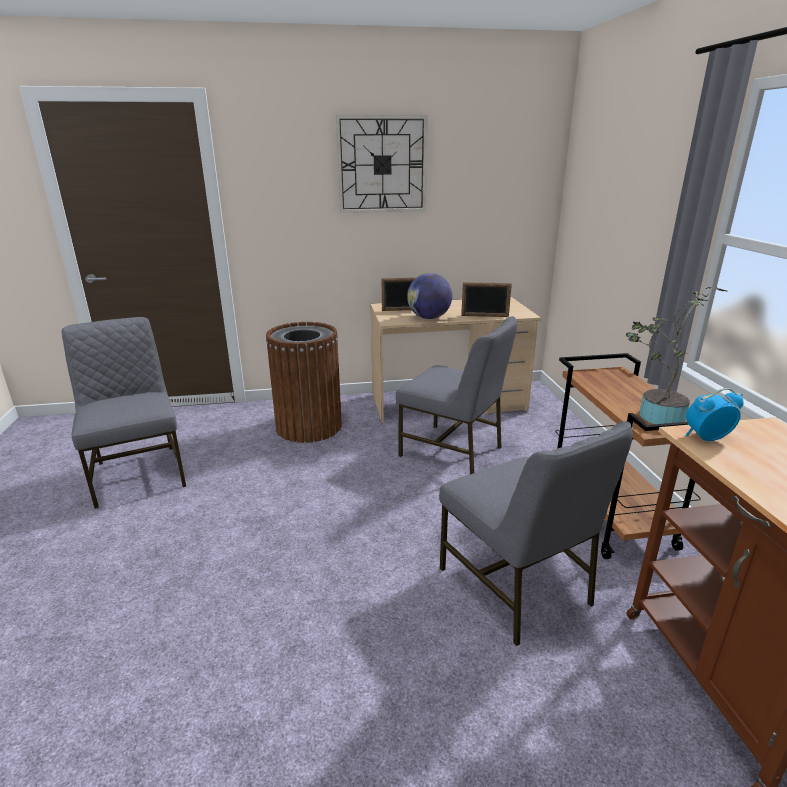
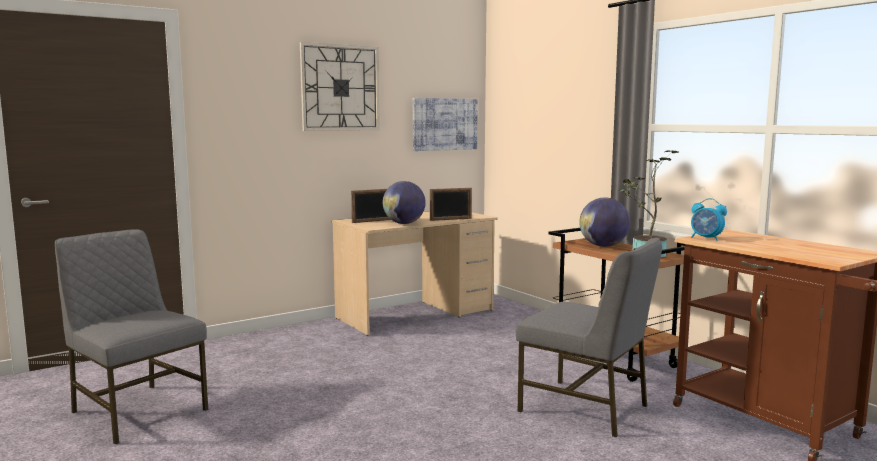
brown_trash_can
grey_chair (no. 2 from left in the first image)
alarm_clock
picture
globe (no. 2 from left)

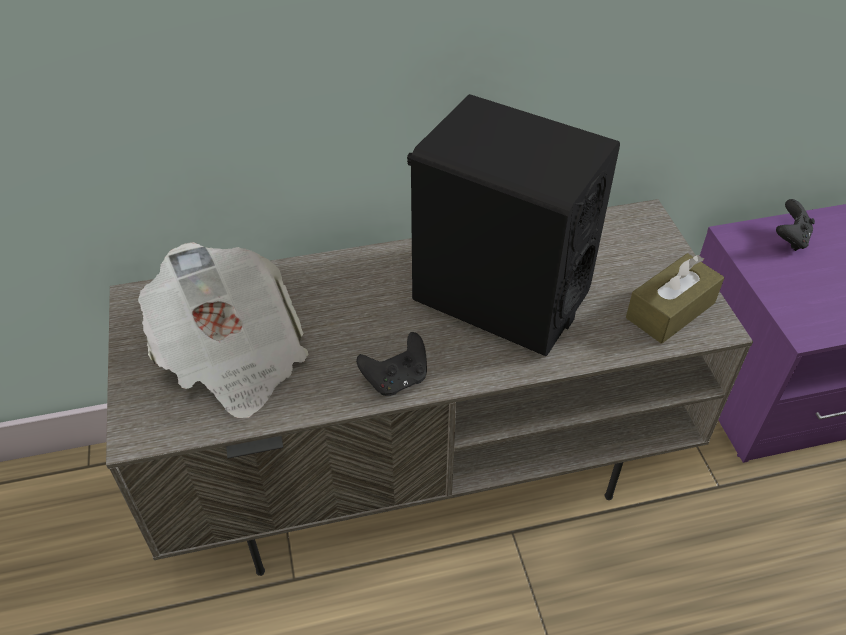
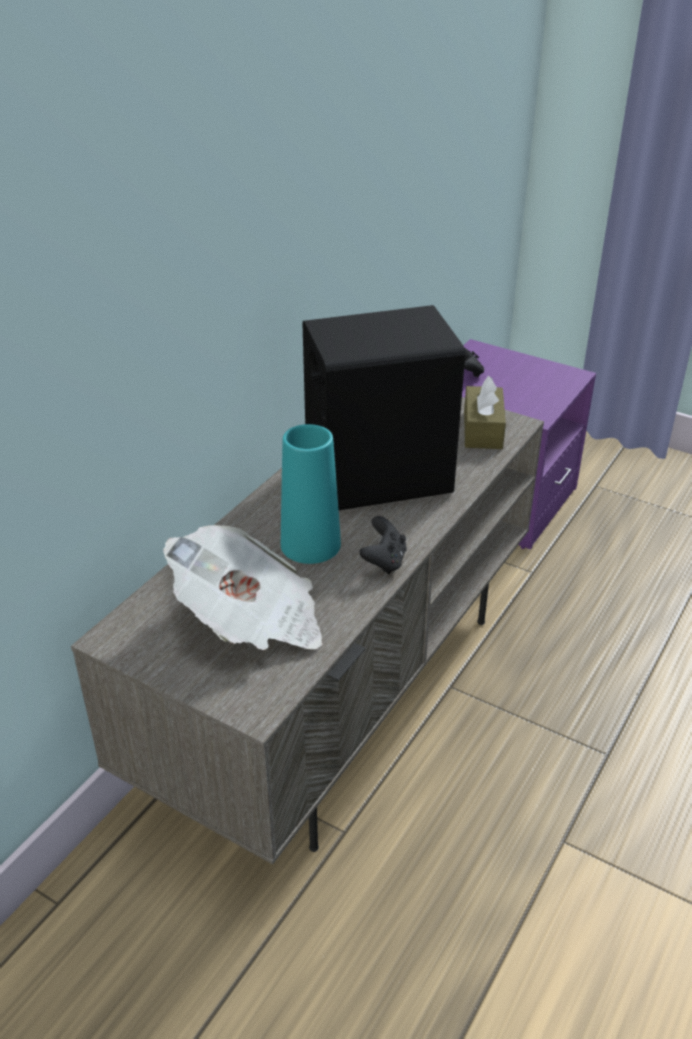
turquoise_vase

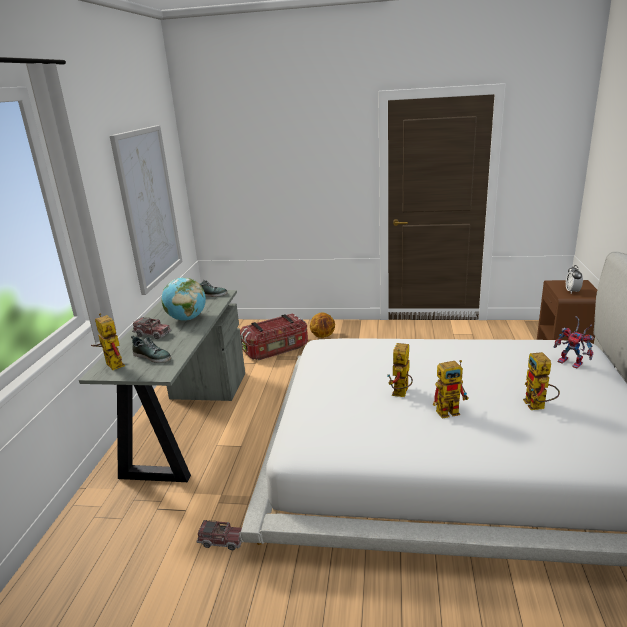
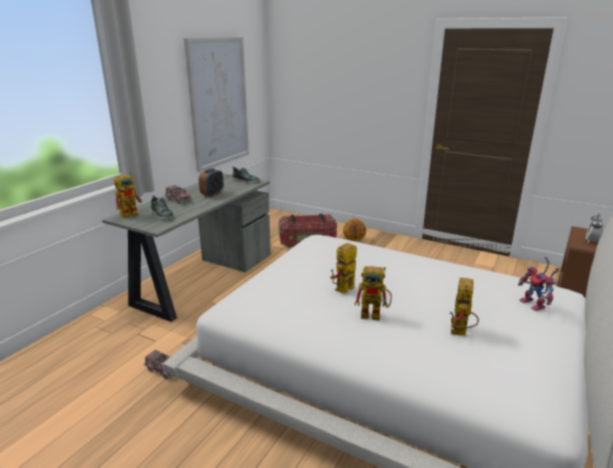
toy_robot (no. 1 from left)
alarm_clock (no. 1 from left)

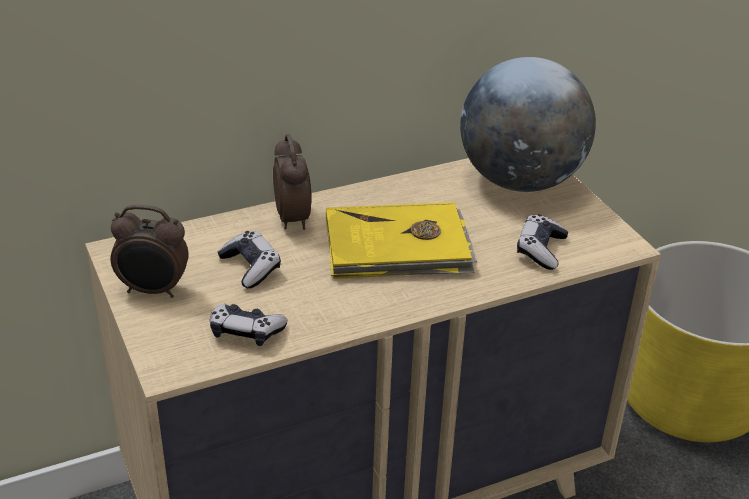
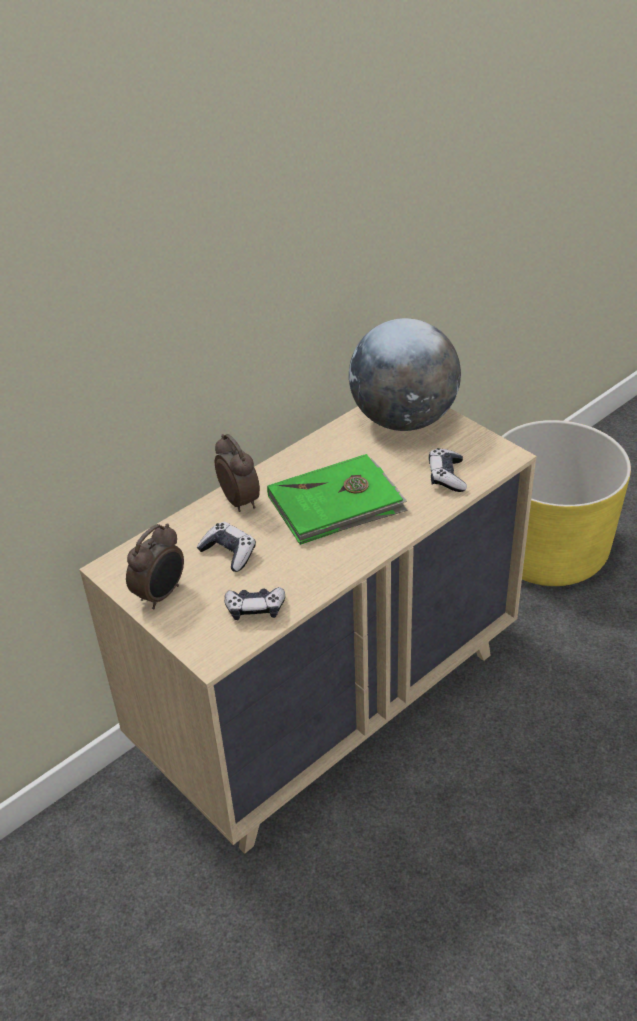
alarm_clock (no. 1 from left)
green_book

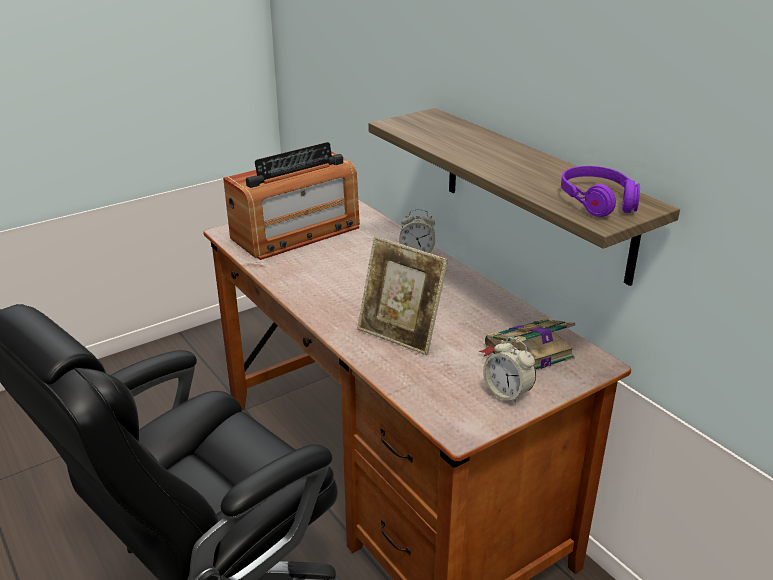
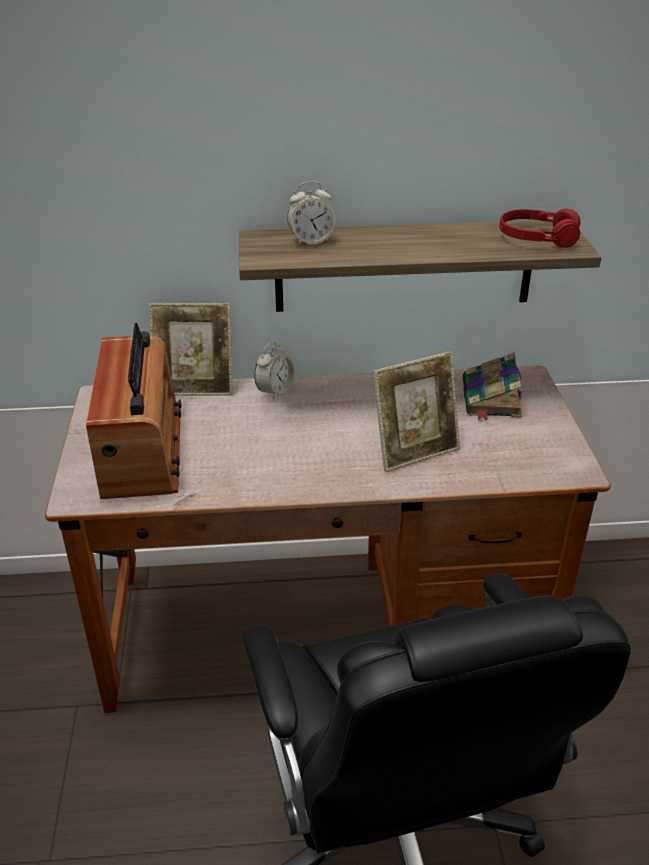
alarm_clock (no. 2 from left)
red_headphones
picture_frame (no. 1 from left)

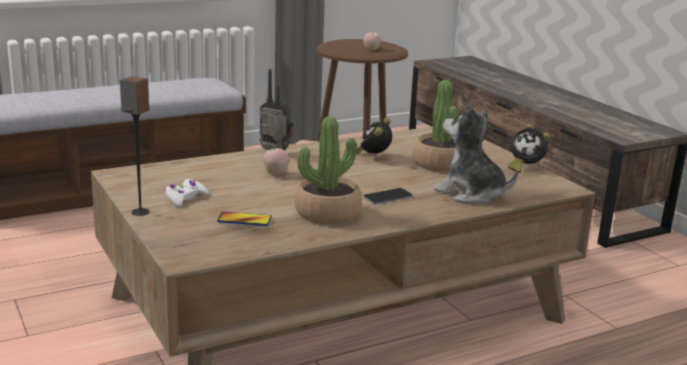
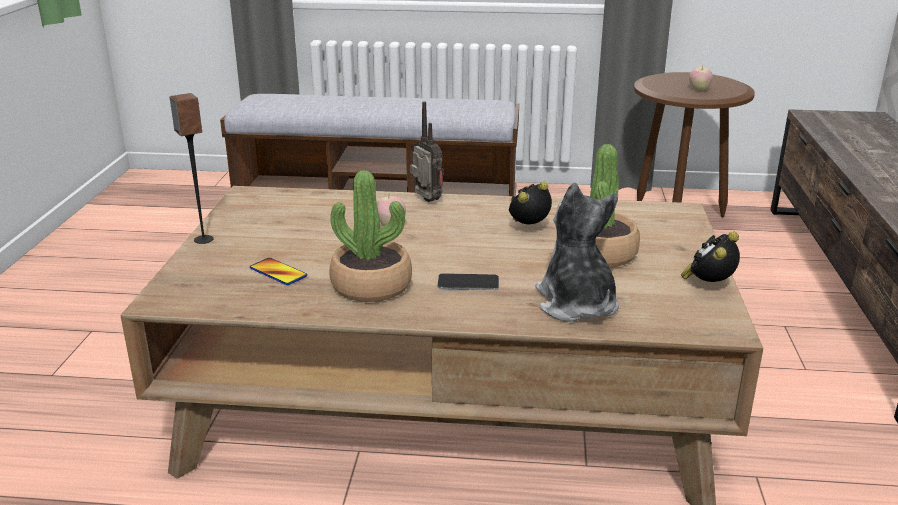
white_game_controller
alarm_clock (no. 2 from left)

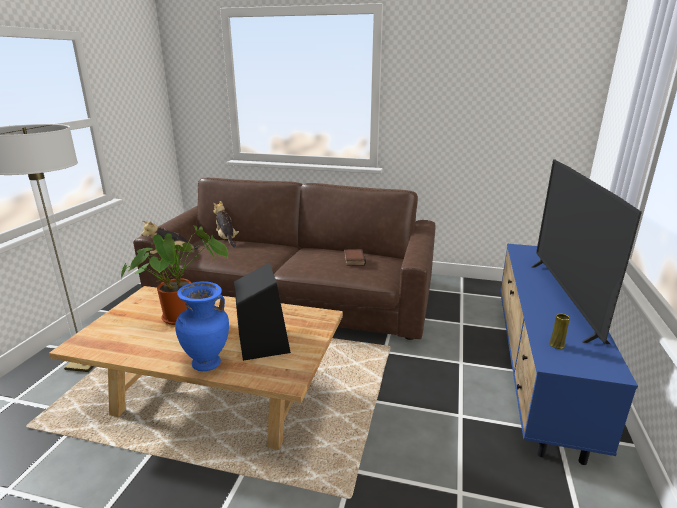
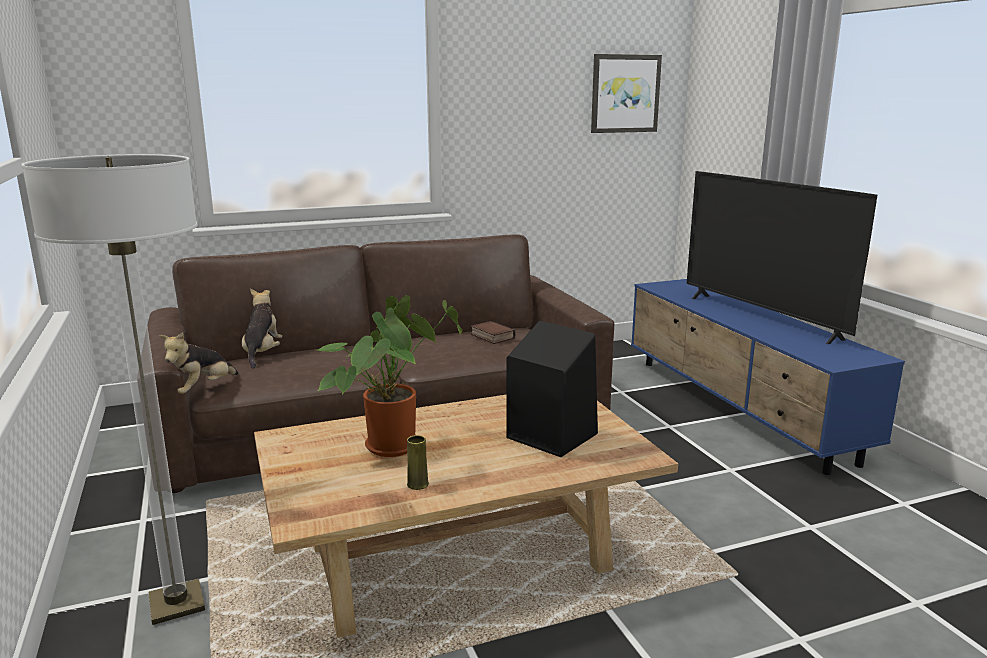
blue_vase
plush_toy (no. 2 from left)
yellow_vase
picture

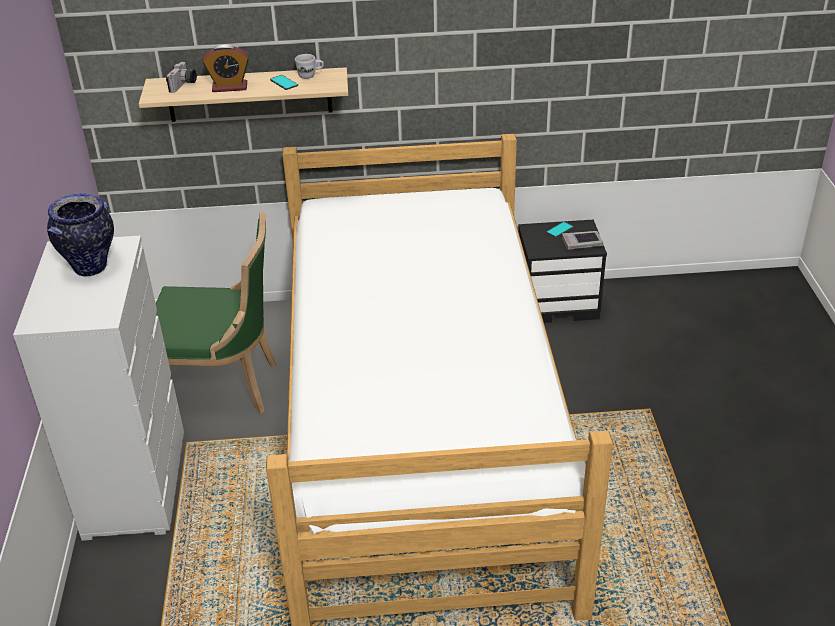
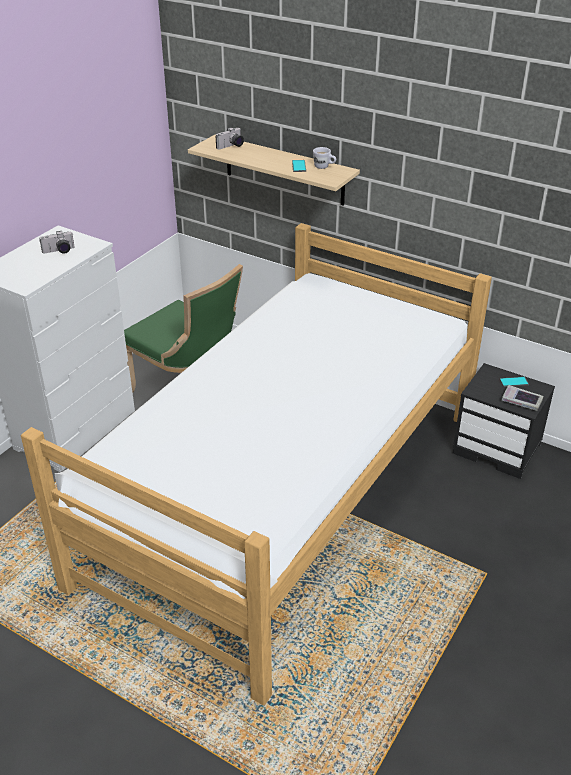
photo_camera (no. 1 from left)
alarm_clock

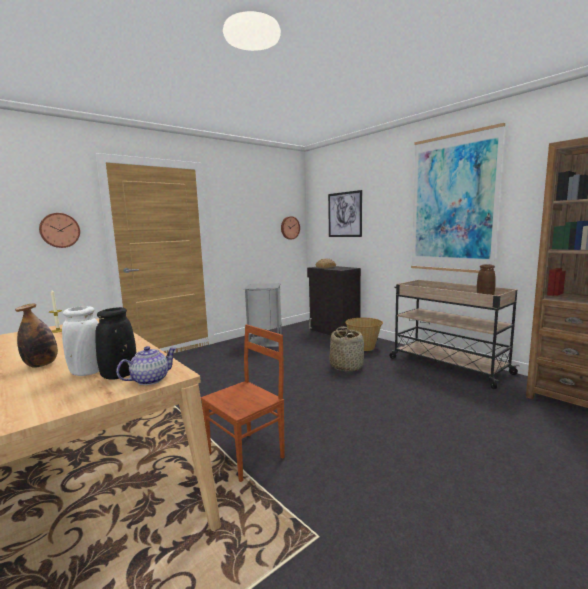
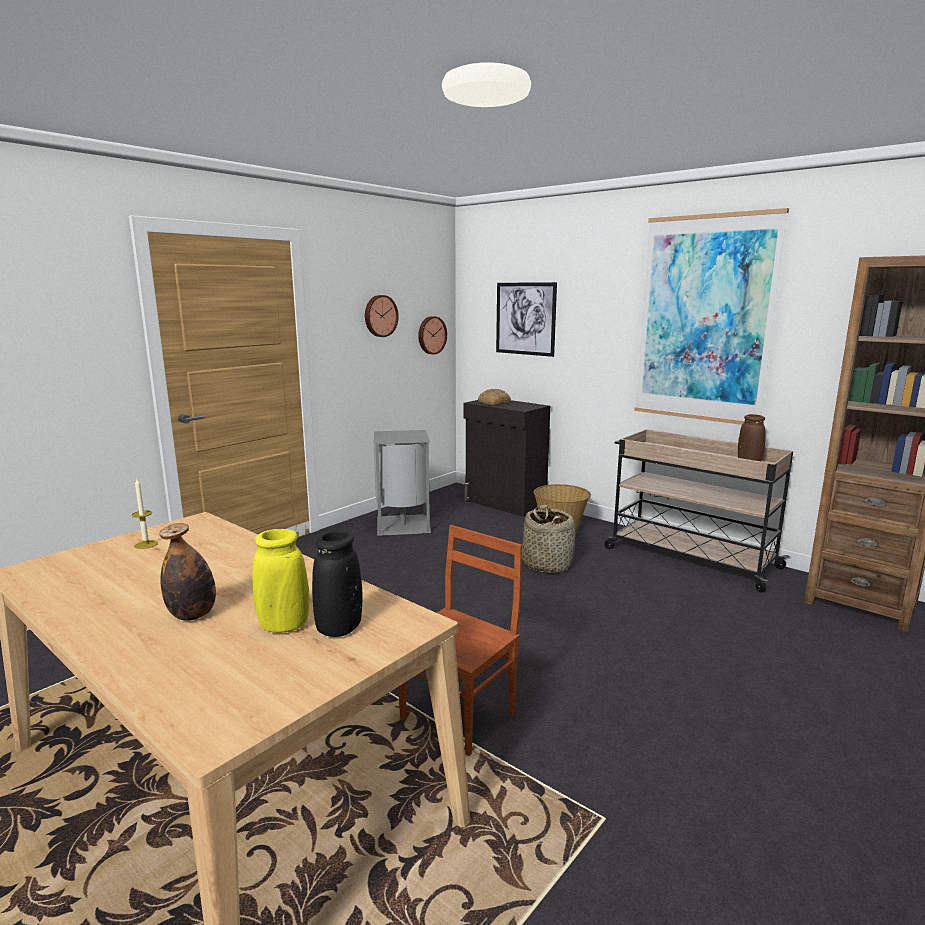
wall_clock (no. 1 from left)
yellow_vase
teapot

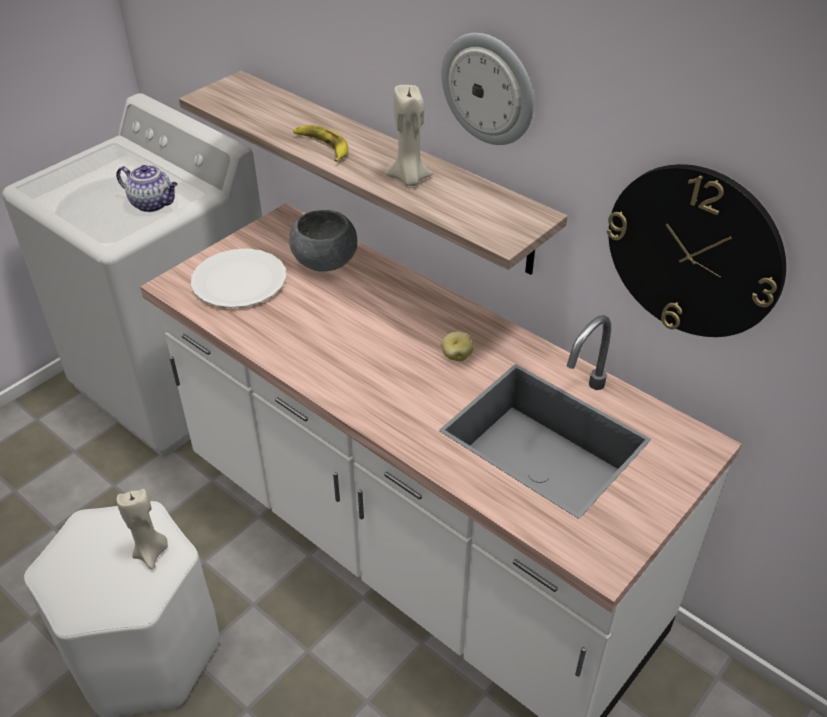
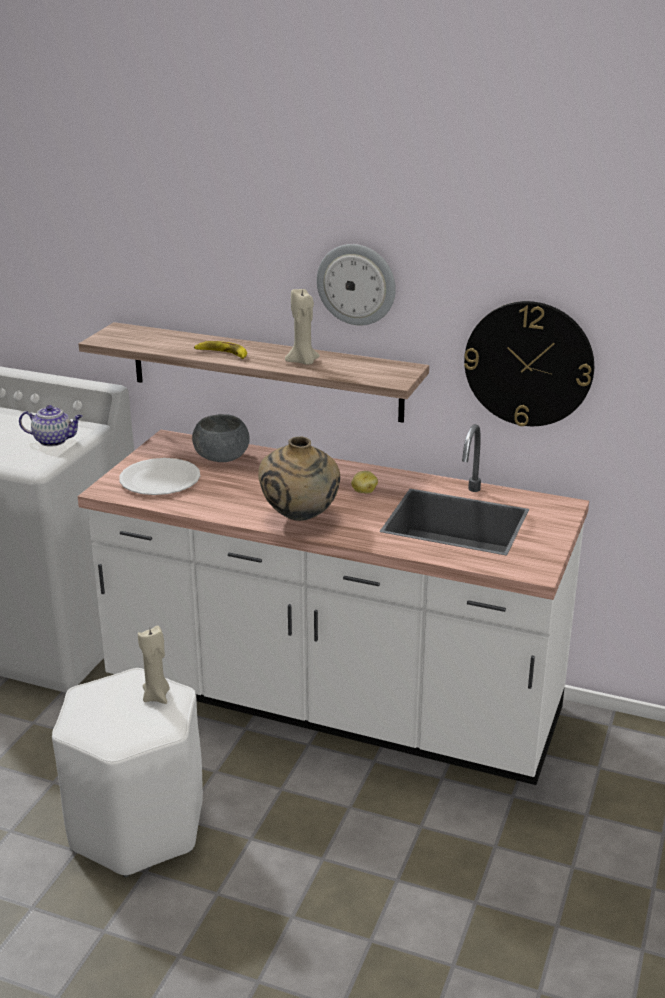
beige_vase

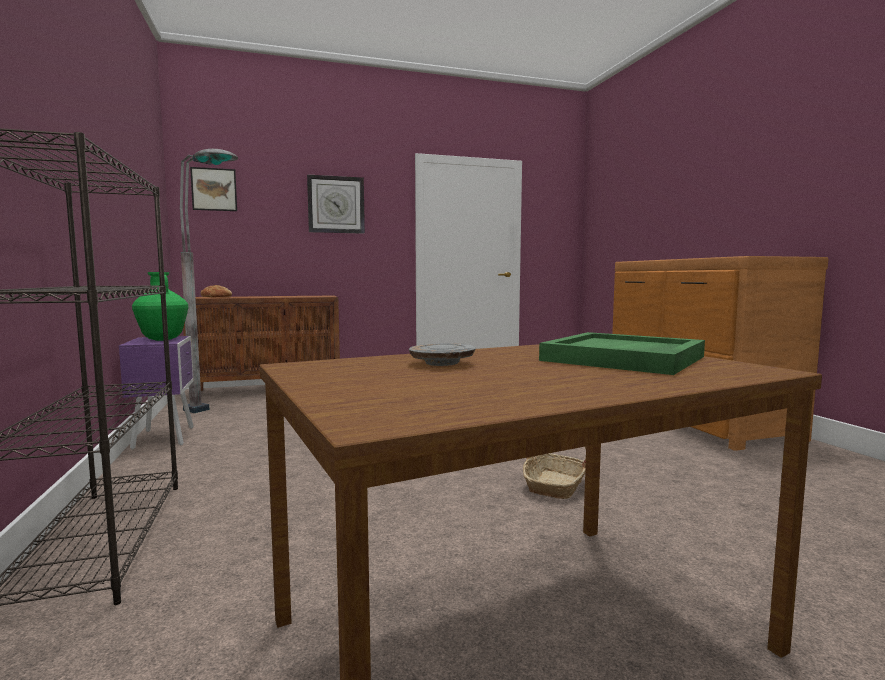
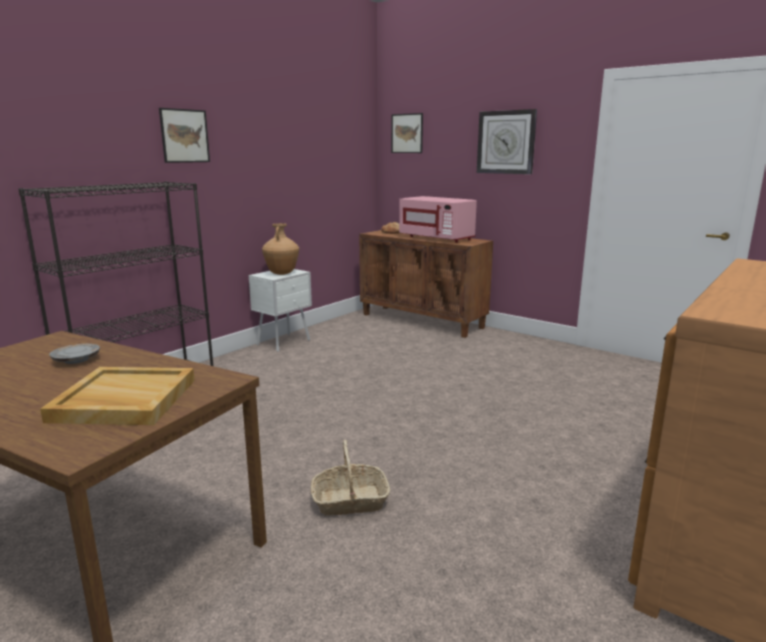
white_nightstand
brown_vase
grey_floor_lamp
beige_tray
picture (no. 1 from left)
pink_microwave

